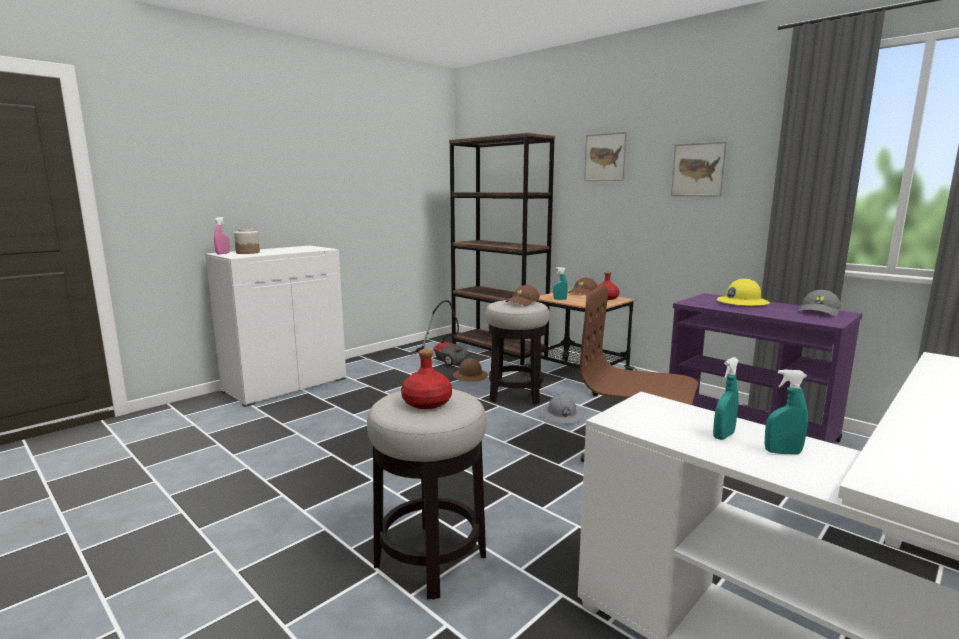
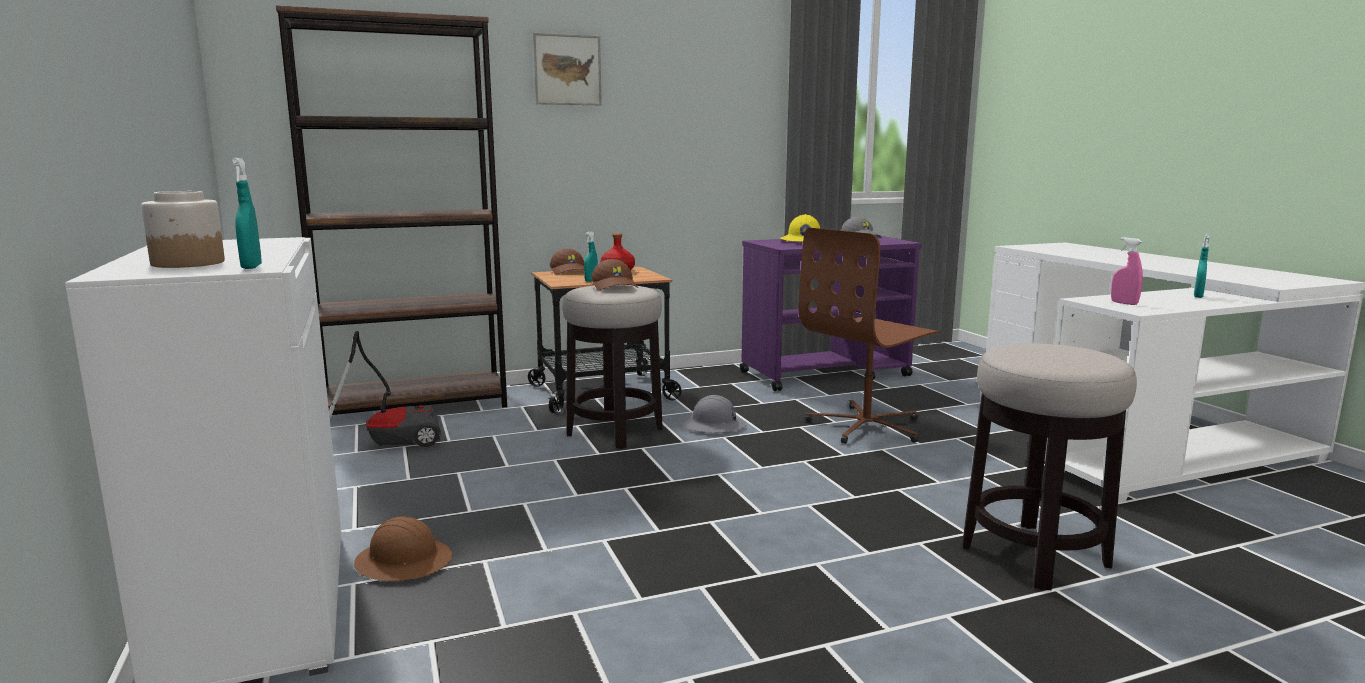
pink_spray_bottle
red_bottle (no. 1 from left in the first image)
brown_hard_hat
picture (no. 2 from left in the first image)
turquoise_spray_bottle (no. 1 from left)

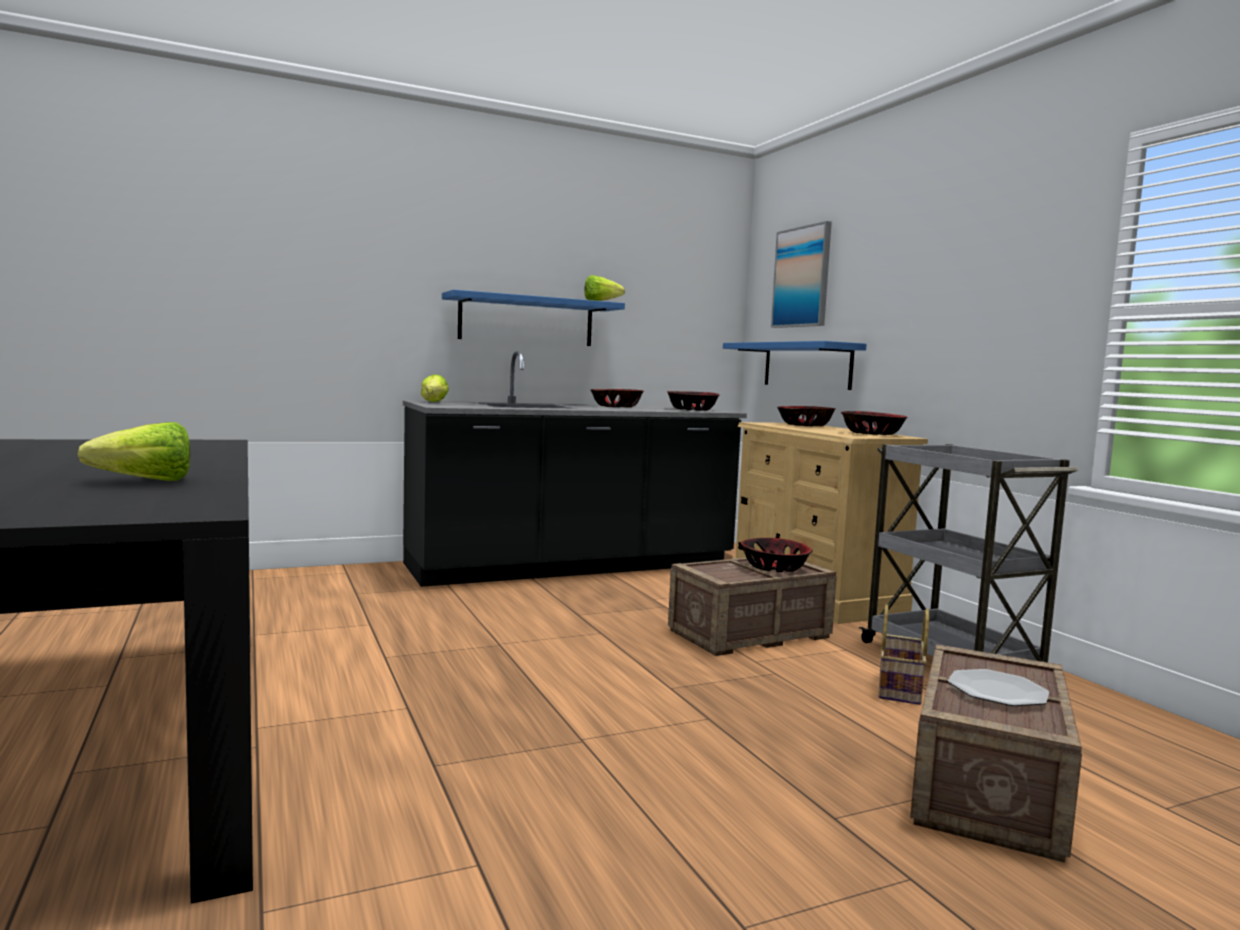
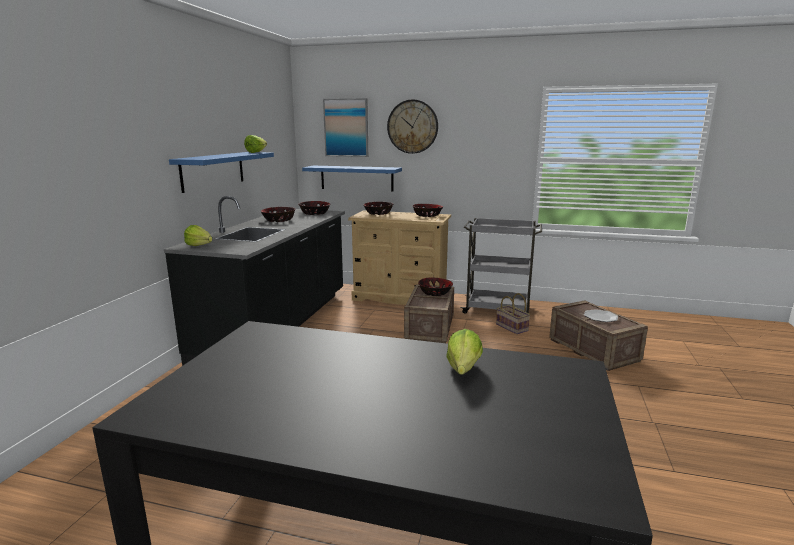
wall_clock

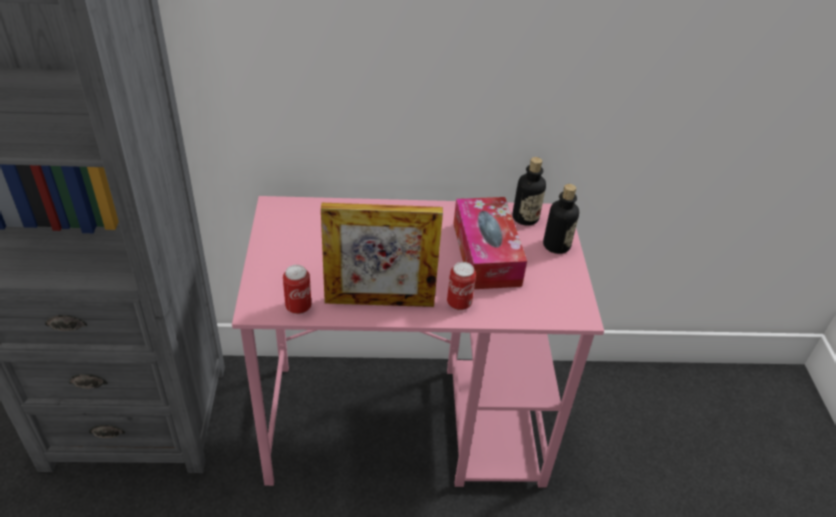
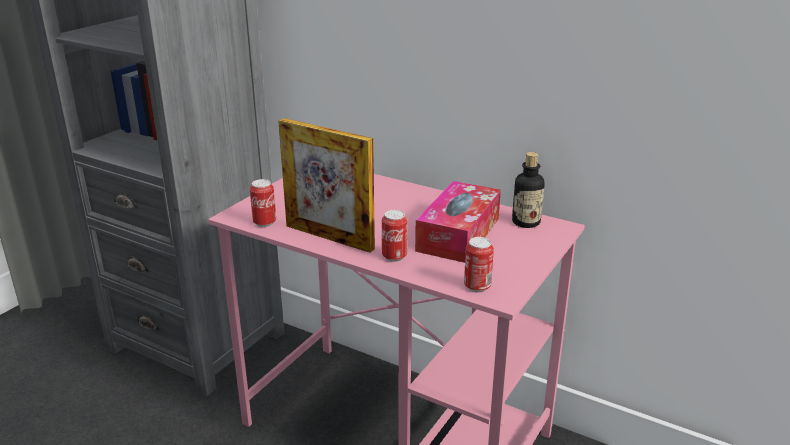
bottle (no. 2 from left in the first image)
can (no. 3 from left)

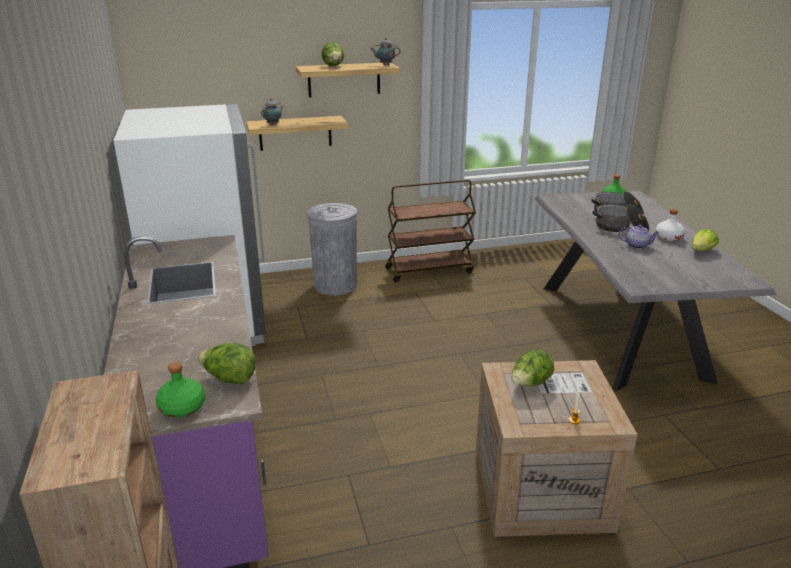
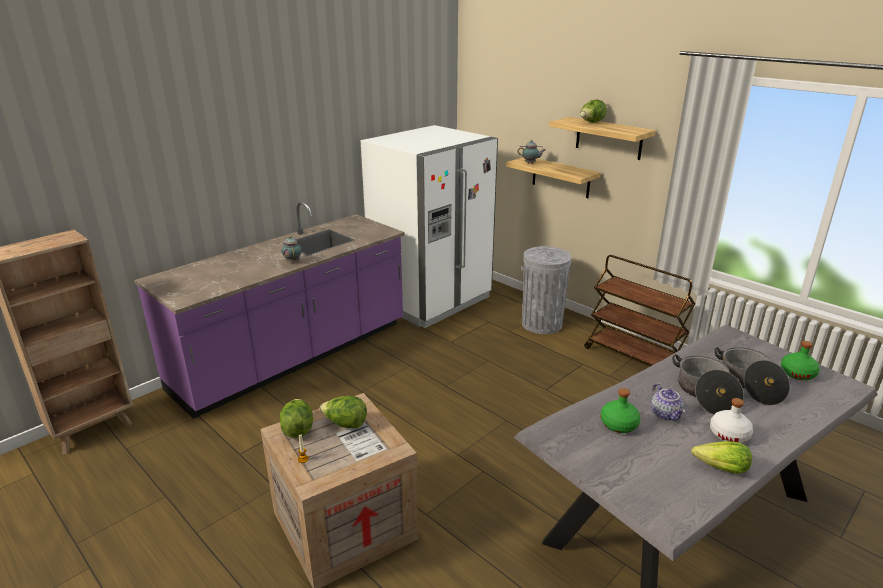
green_bottle (no. 1 from left)
lettuce (no. 1 from left)
teapot (no. 1 from left)

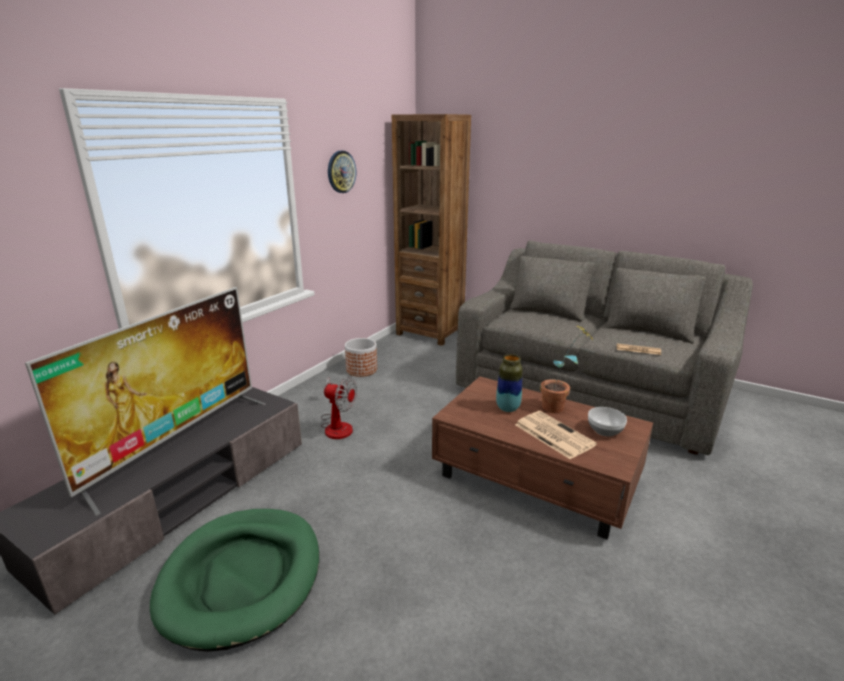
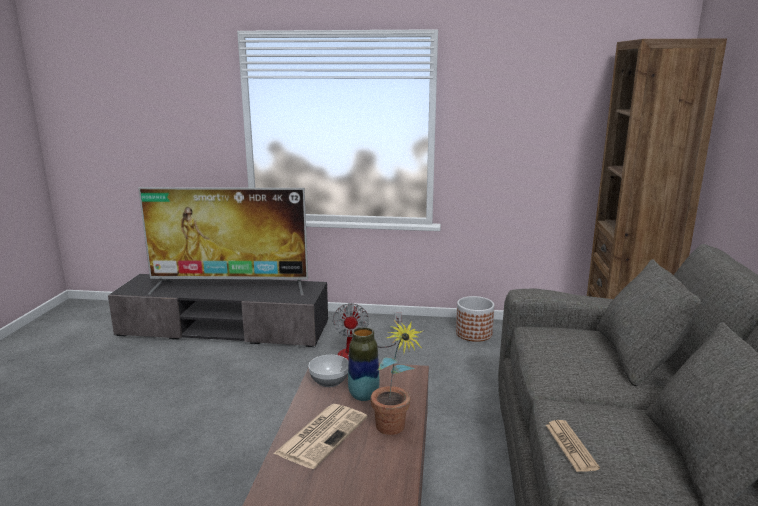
green_dog_bed
wall_clock
bowl

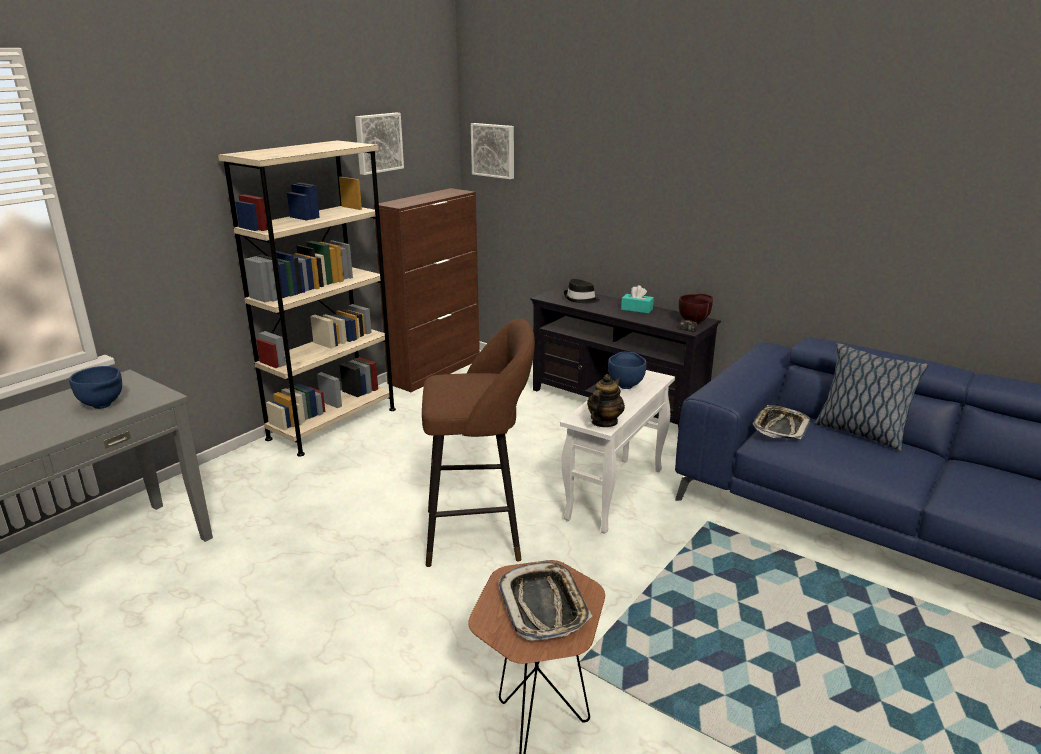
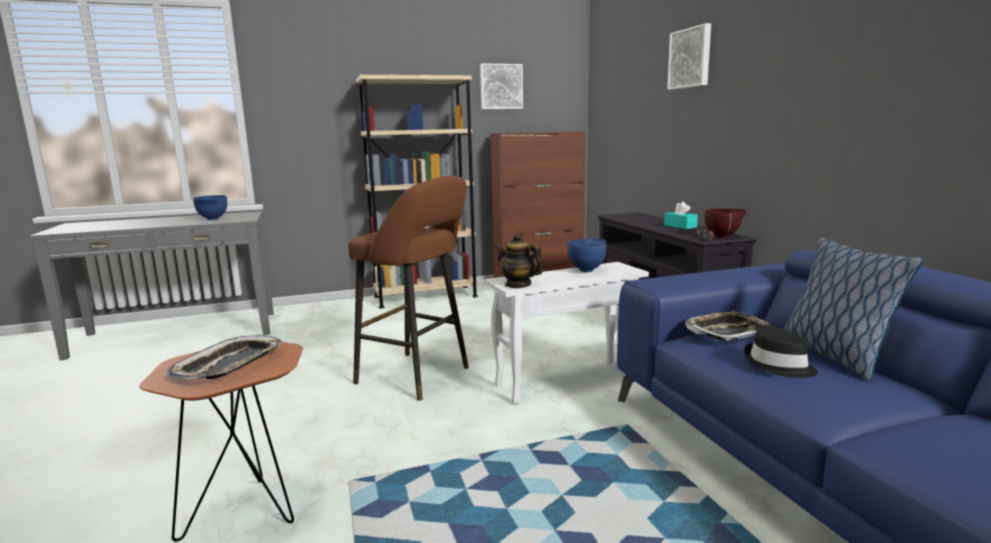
picture (no. 2 from left)
black_hat
teapot

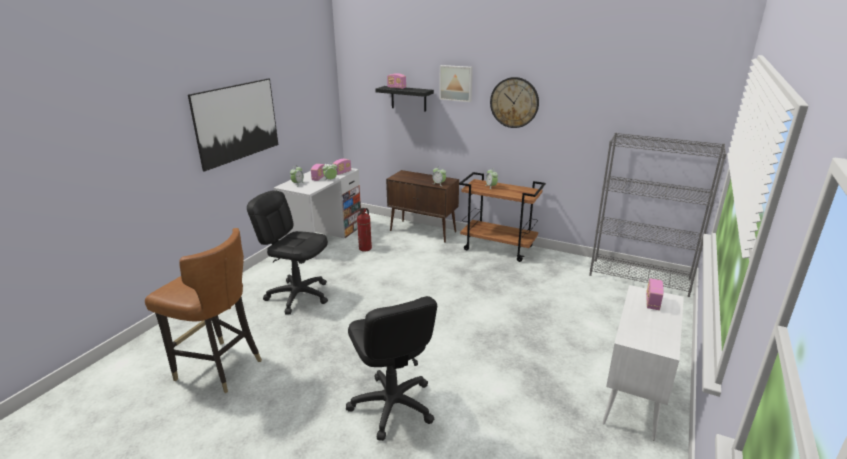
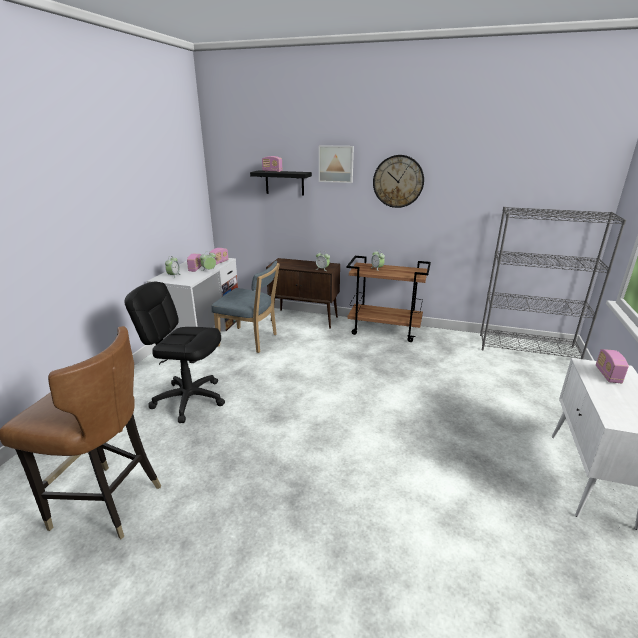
picture (no. 1 from left in the first image)
black_office_chair (no. 2 from left in the first image)
blue_chair

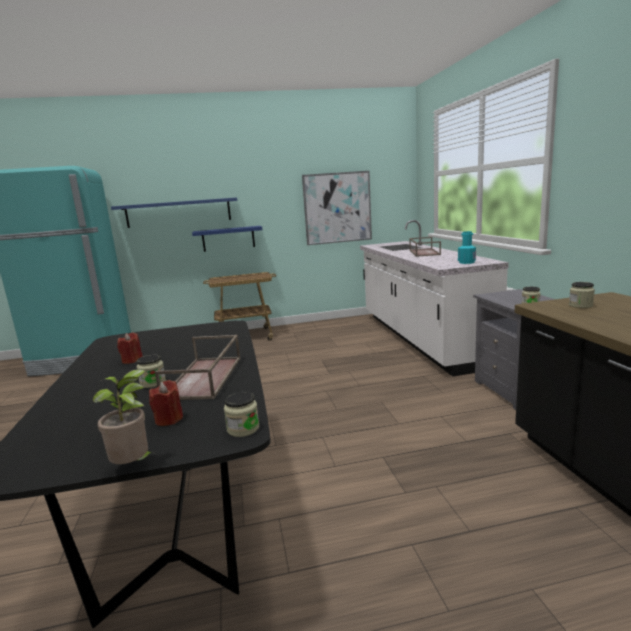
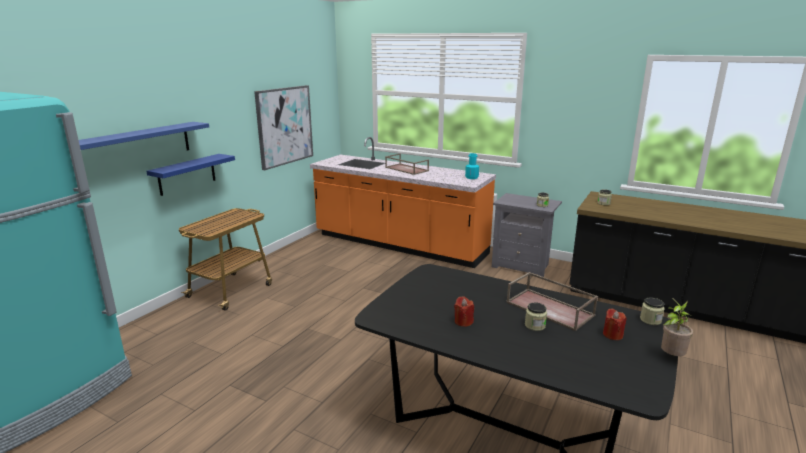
orange_counter

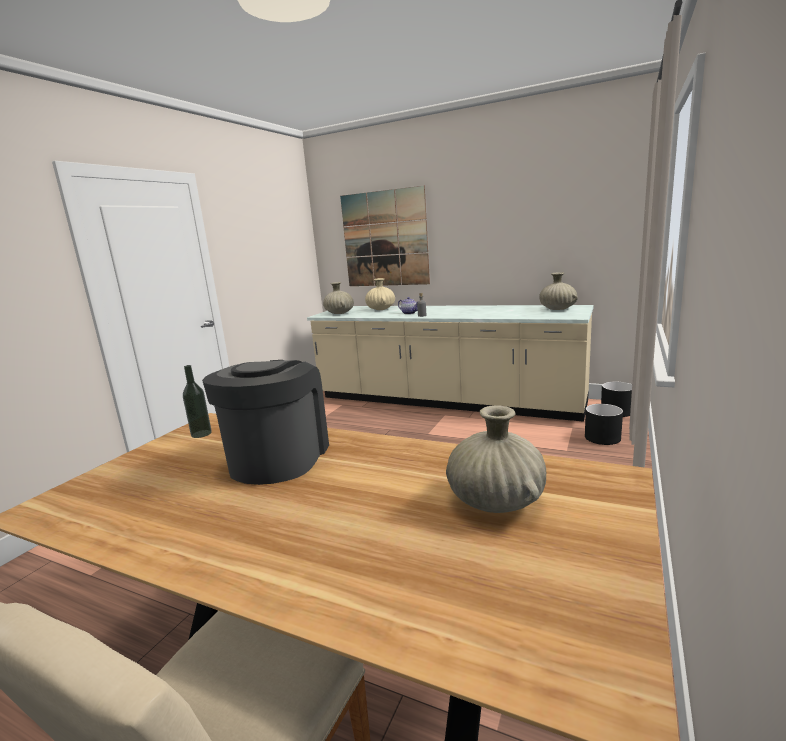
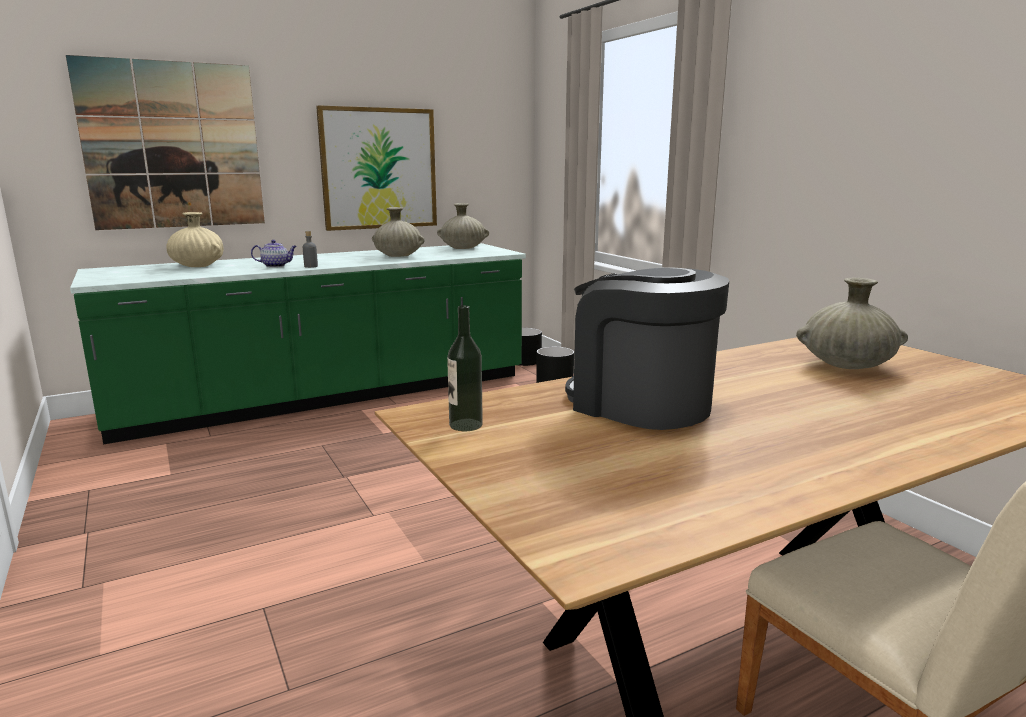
green_counter
beige_vase (no. 2 from left)
picture (no. 2 from left)

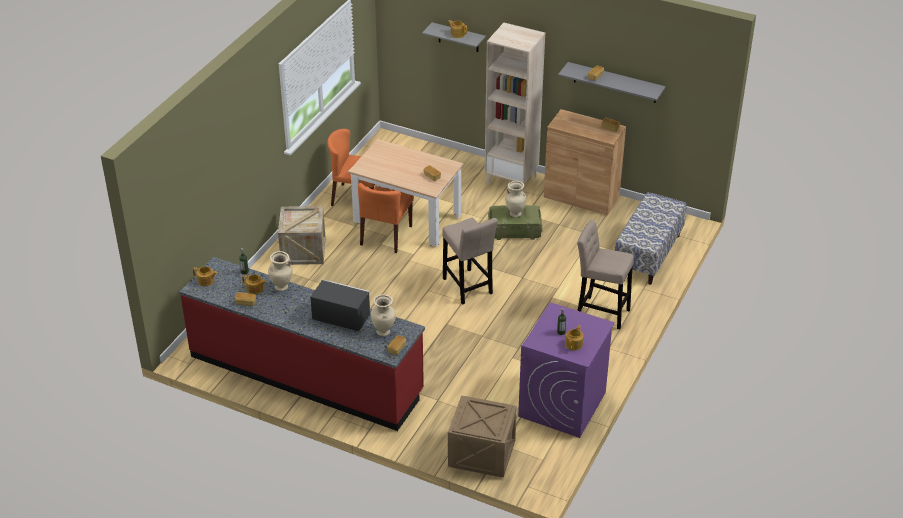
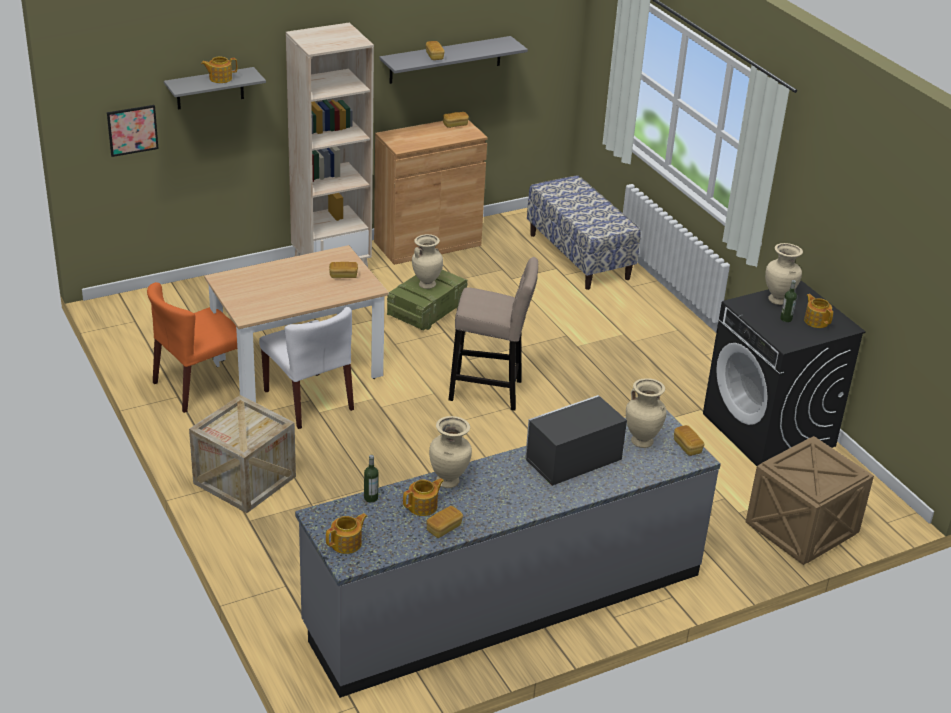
grey_counter
white_chair
black_washing_machine
beige_stool (no. 2 from left in the first image)
picture
beige_vase (no. 4 from left)

